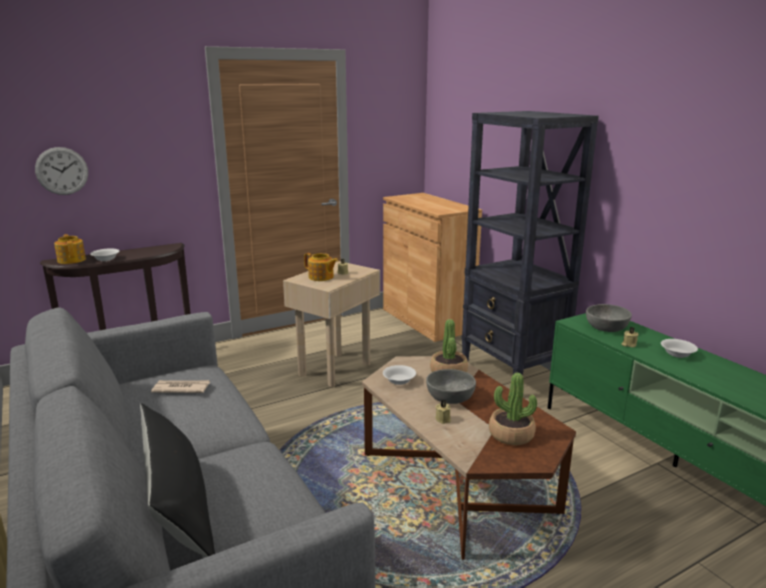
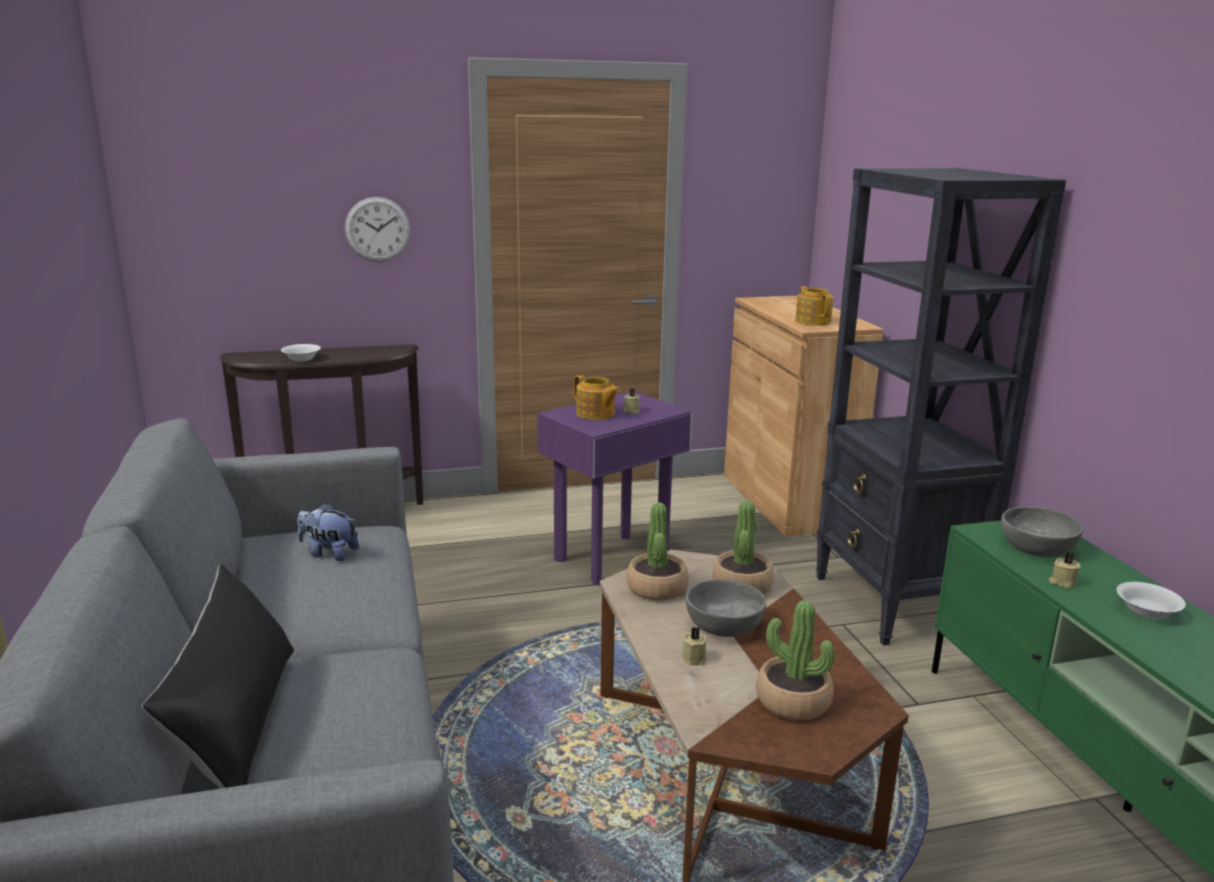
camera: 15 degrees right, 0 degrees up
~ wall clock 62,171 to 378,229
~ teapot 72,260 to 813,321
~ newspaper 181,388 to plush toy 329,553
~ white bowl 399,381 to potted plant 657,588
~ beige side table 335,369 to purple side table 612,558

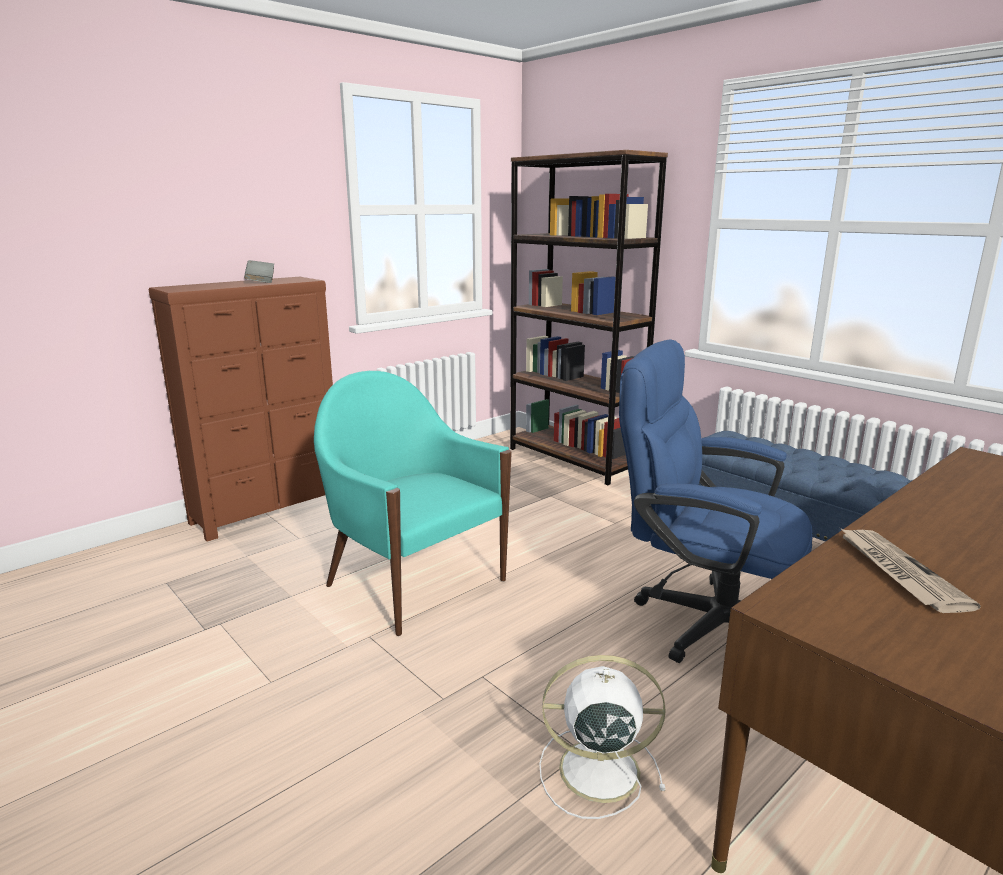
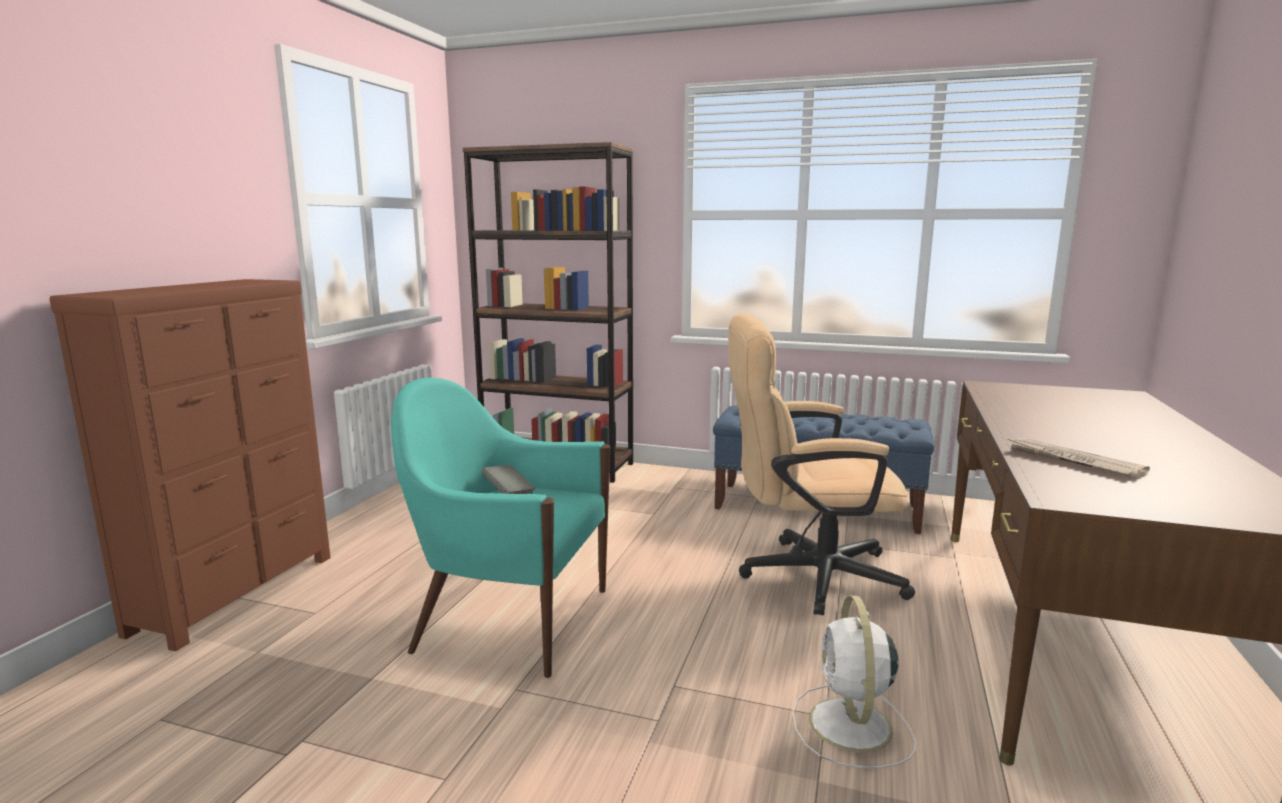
camera: 30 degrees left, 5 degrees down
~ grey book 261,281 to 509,493
~ blue office chair 703,620 to beige office chair 806,575
~ white fan 595,770 = 851,727 60 degrees counterclockwise

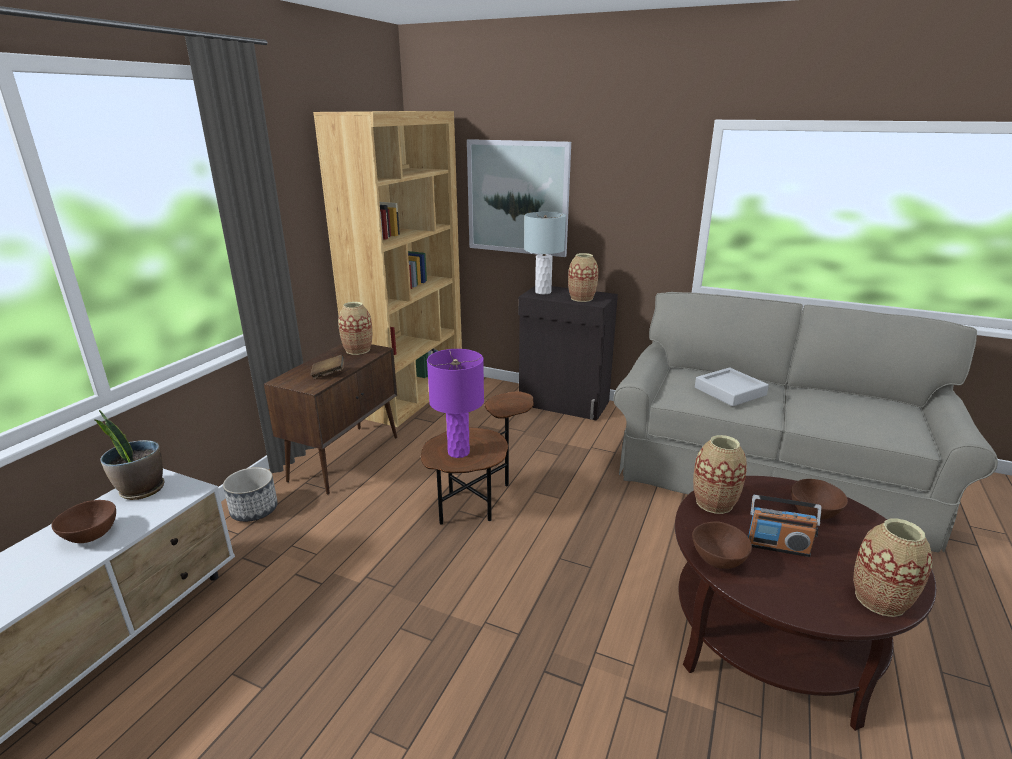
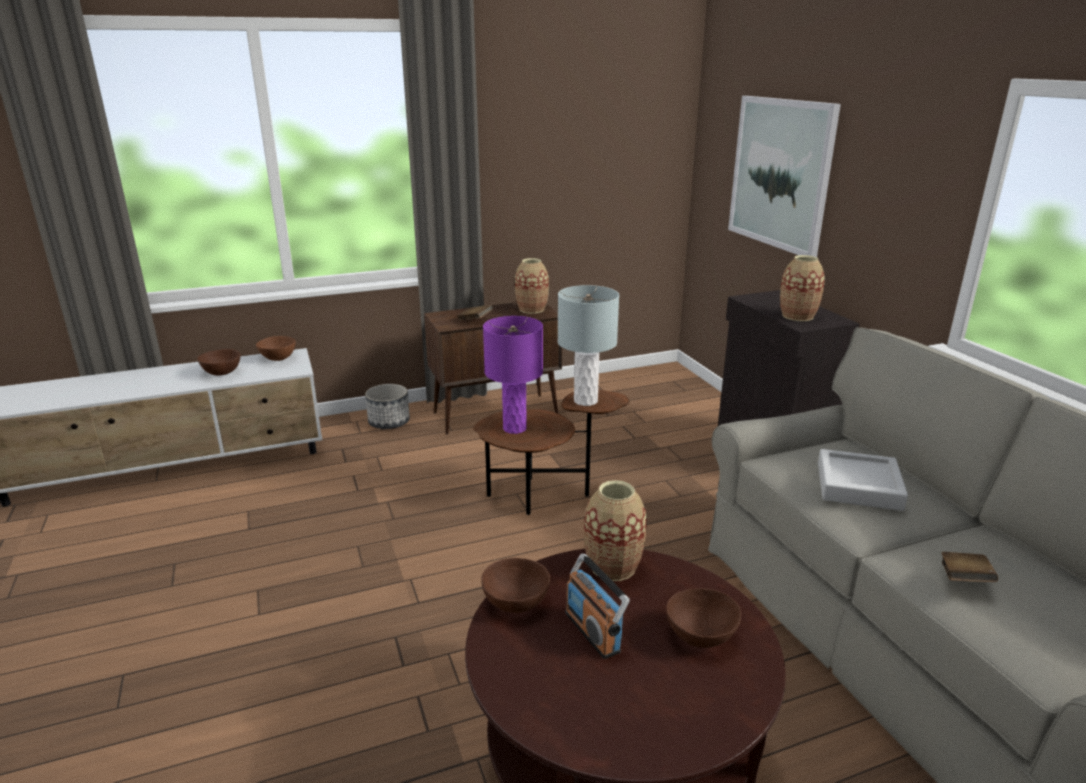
camera: 45 degrees right, 0 degrees up
- brown bookcase 411,394
- vase 879,599
+ brown book 963,580
~ grey table lamp 543,292 to 585,400
~ potted plant 141,490 to brown bowl 278,358

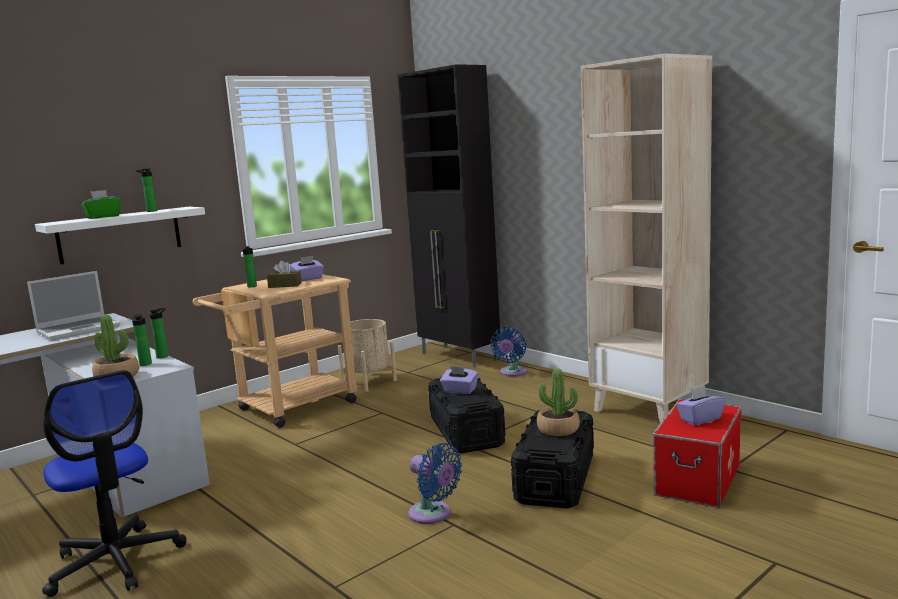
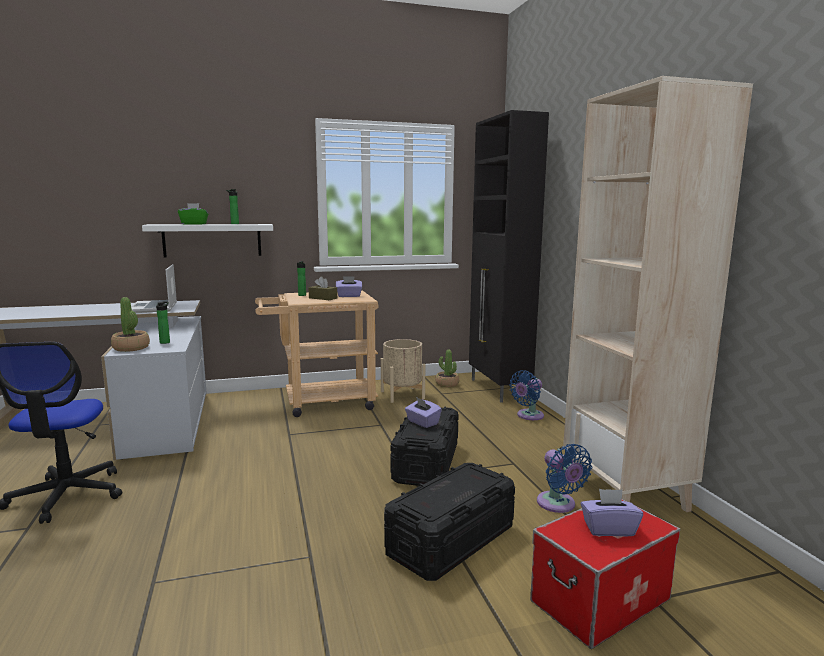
camera: 25 degrees right, 0 degrees up
- bottle 163,356
~ blue fan 433,515 to 558,505
~ potted plant 558,429 to 447,384
~ laptop 79,329 = 154,308 90 degrees clockwise

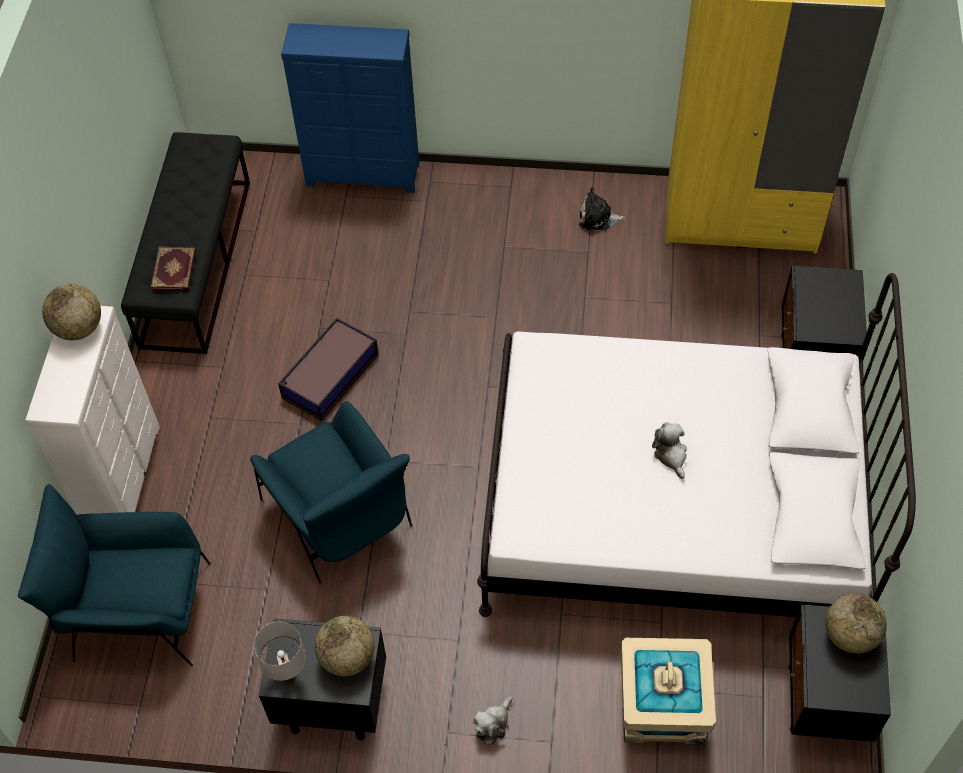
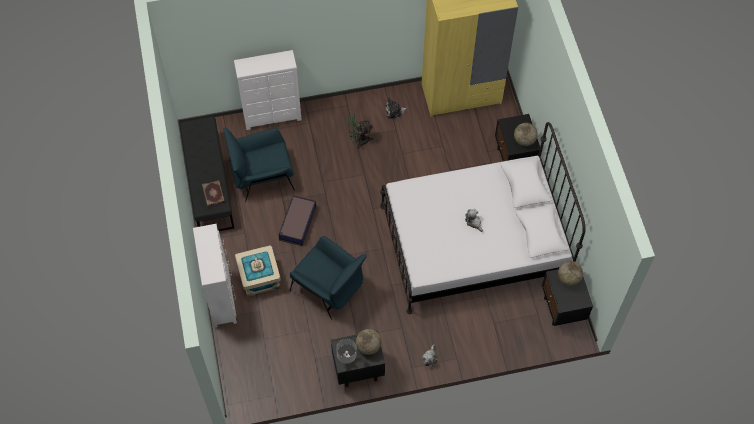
camera: 20 degrees left, 5 degrees up
+ green fan 359,140
~ blue armchair 137,611 to 262,177
~ globe 79,328 to 524,140
~ beige storage box 663,705 to 260,278
~ blue dresser 363,175 to white dresser 272,117

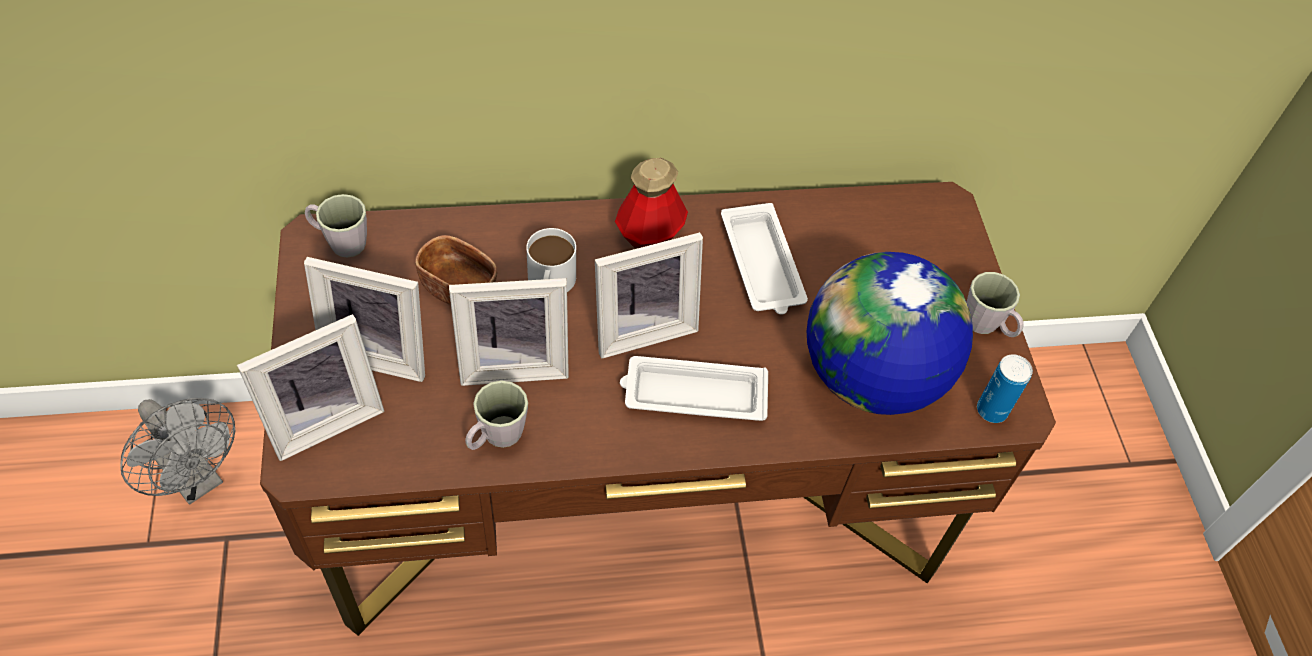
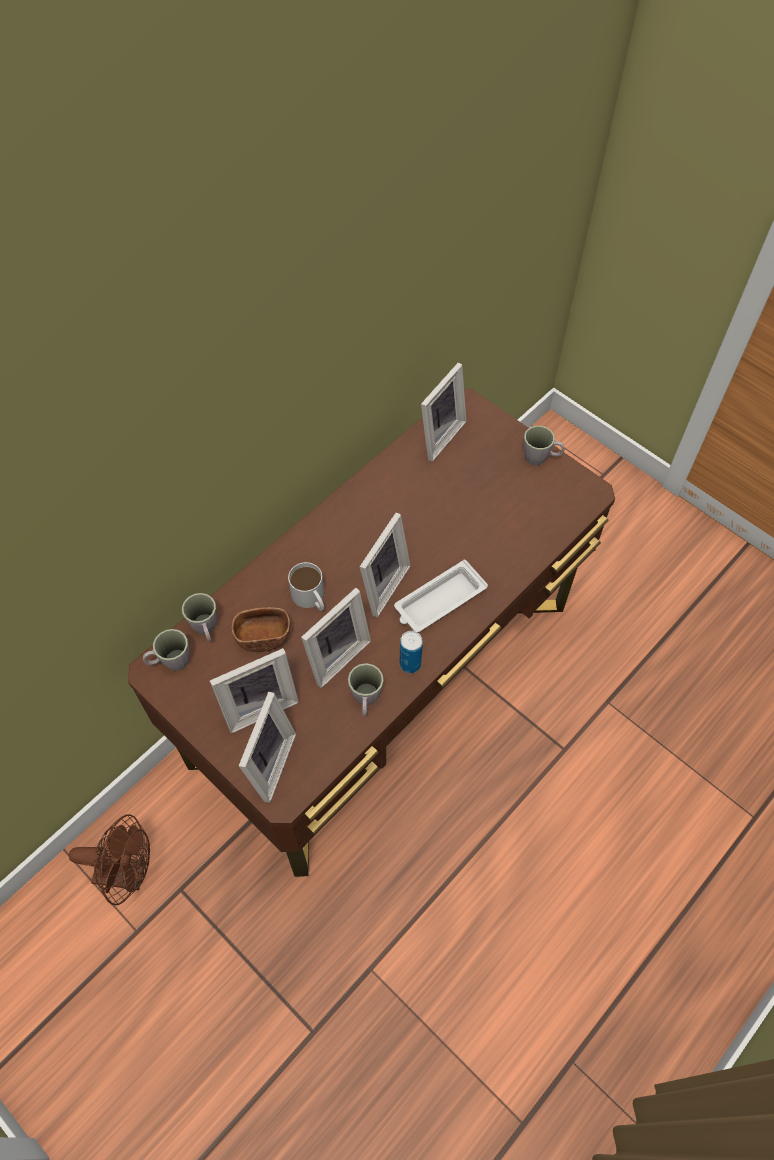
camera: 35 degrees left, 5 degrees up
- bottle 649,235
- white tray 762,265
- globe 870,377
+ grey mug 206,629
+ picture frame 437,435
~ can 991,410 to 410,664
~ grey fan 197,480 to brown fan 128,873

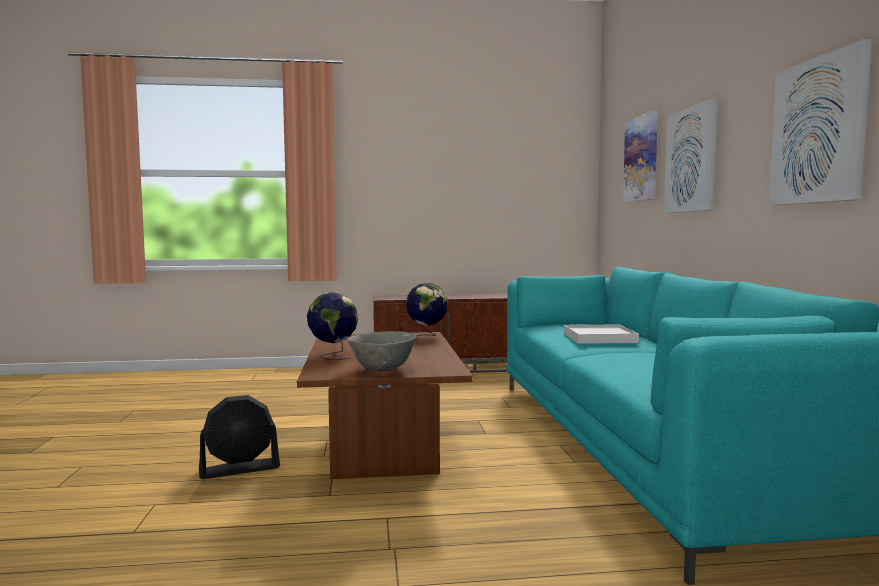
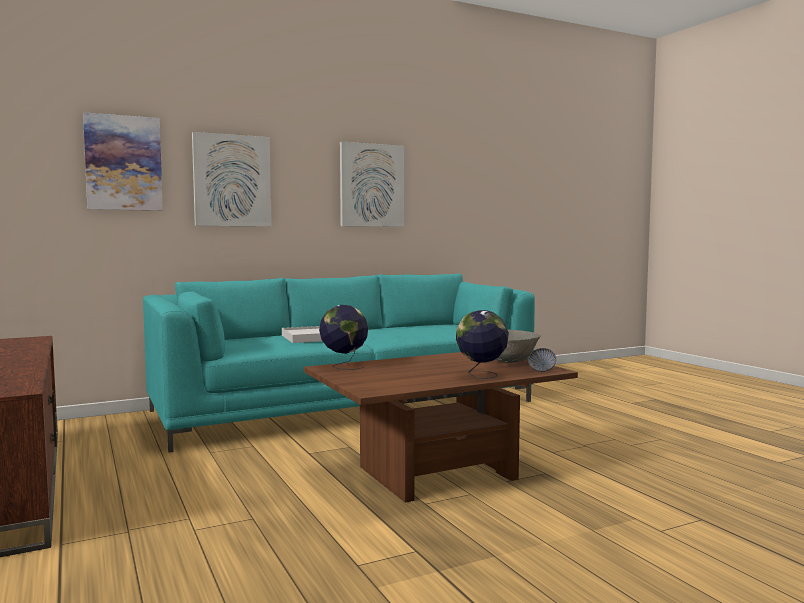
camera: 110 degrees left, 0 degrees up
- black fan 240,469
+ bowl 542,370

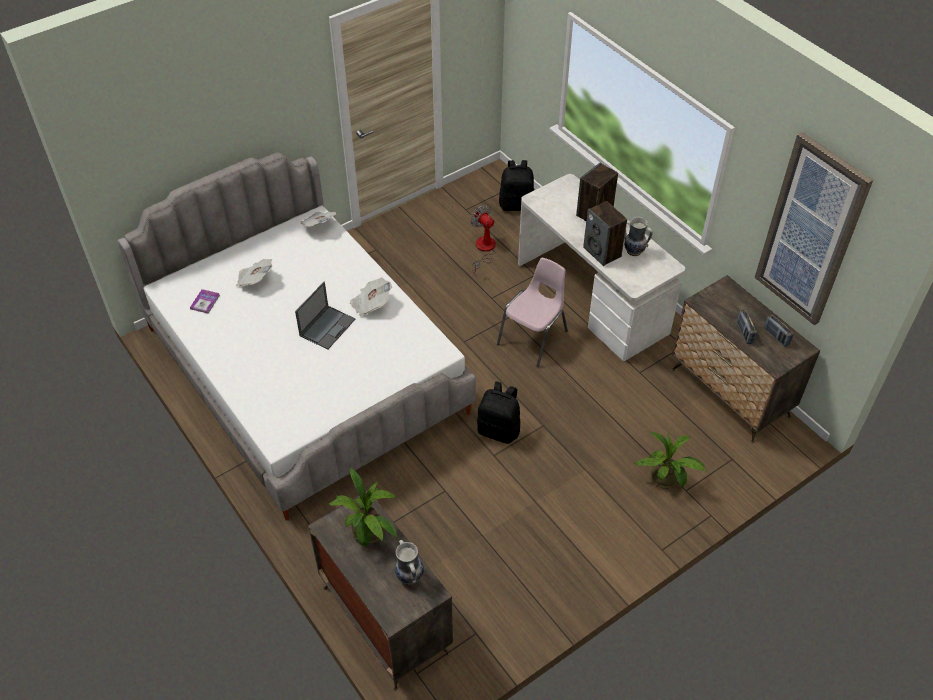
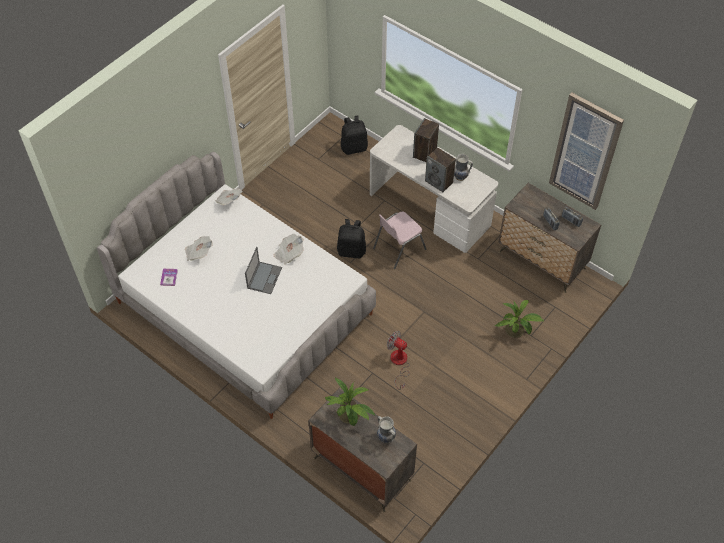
camera: 15 degrees left, 5 degrees up
~ fan 484,250 to 399,363
~ black backpack 499,430 to 351,250
~ pink chair 534,337 = 398,248 150 degrees counterclockwise

